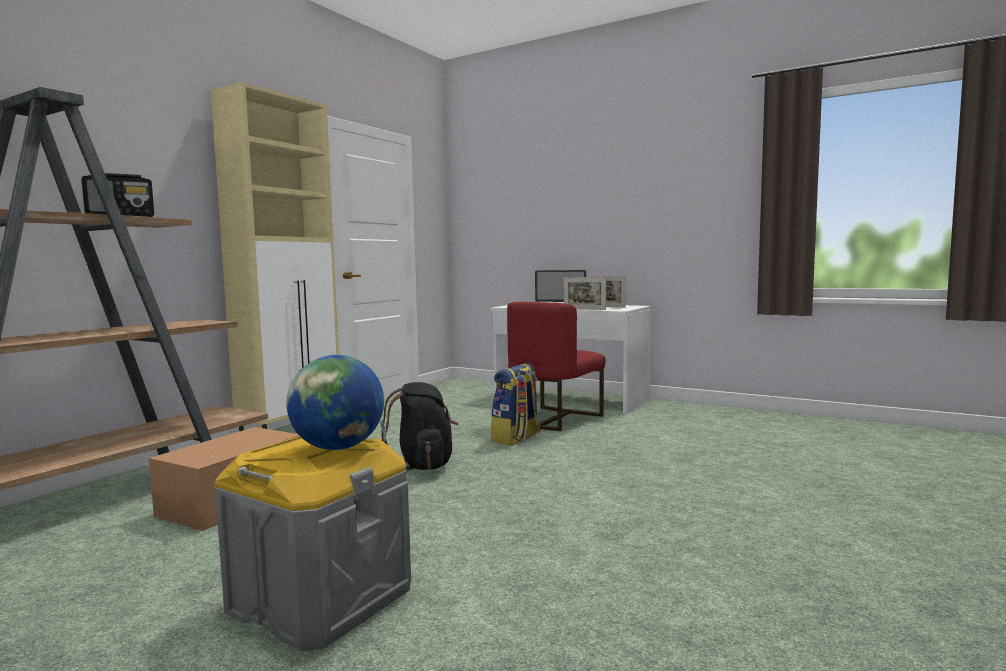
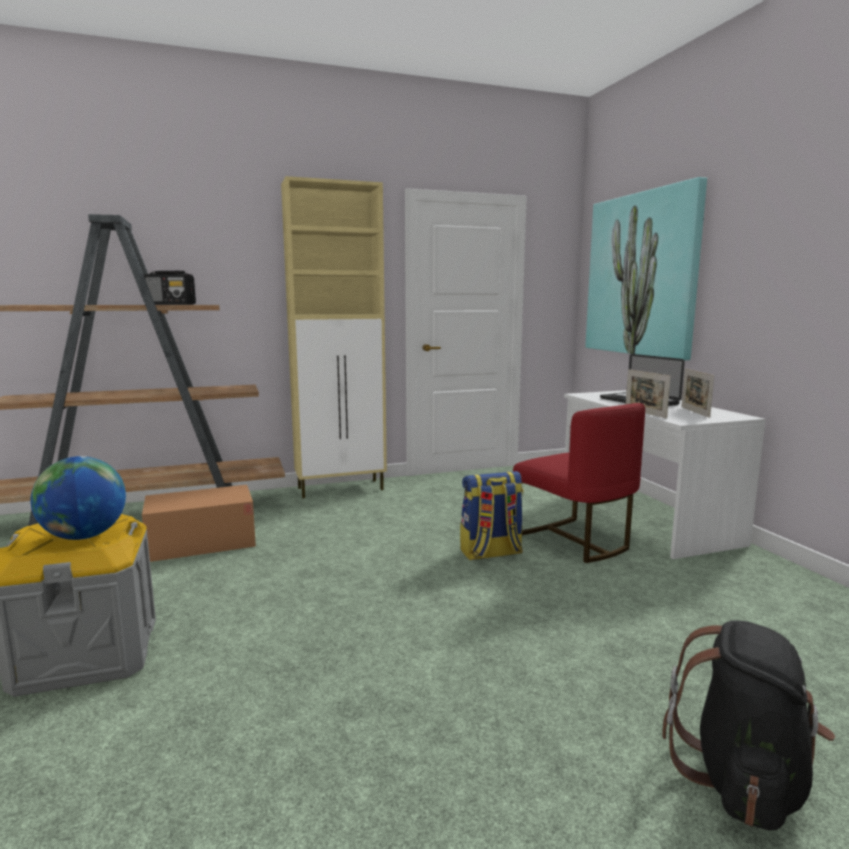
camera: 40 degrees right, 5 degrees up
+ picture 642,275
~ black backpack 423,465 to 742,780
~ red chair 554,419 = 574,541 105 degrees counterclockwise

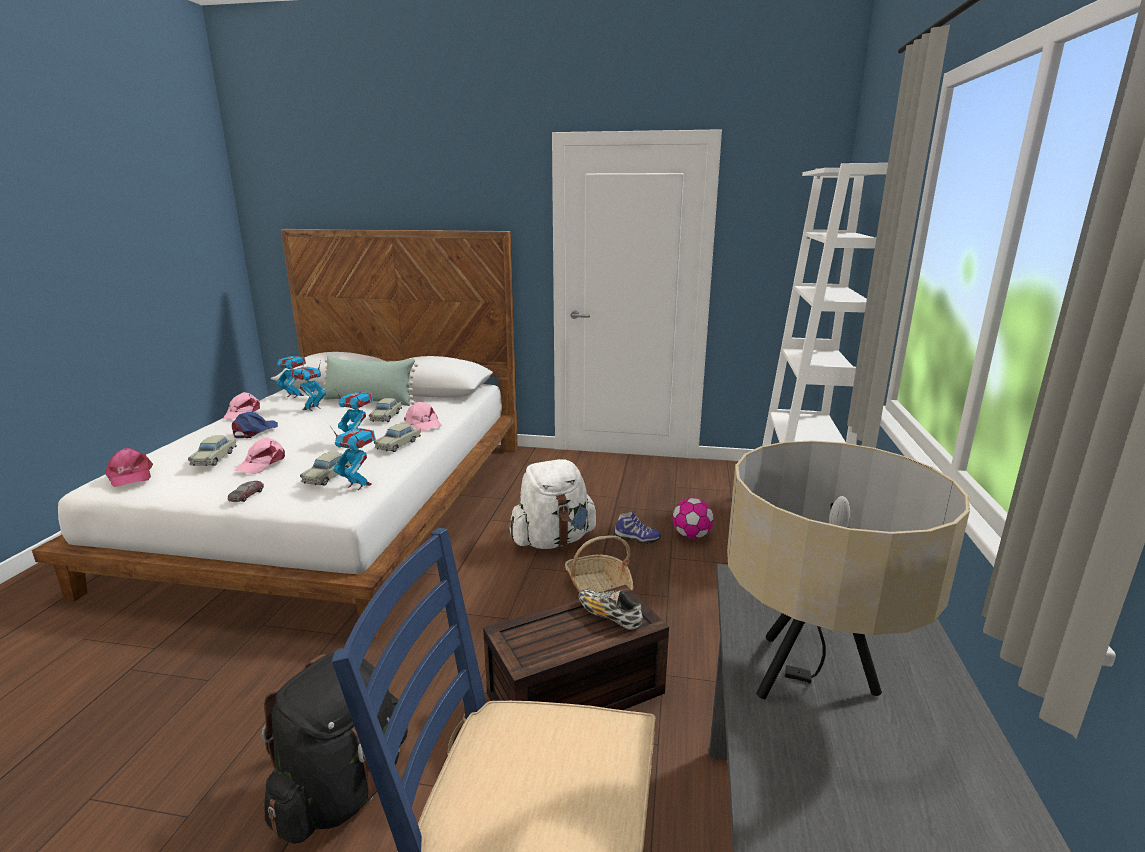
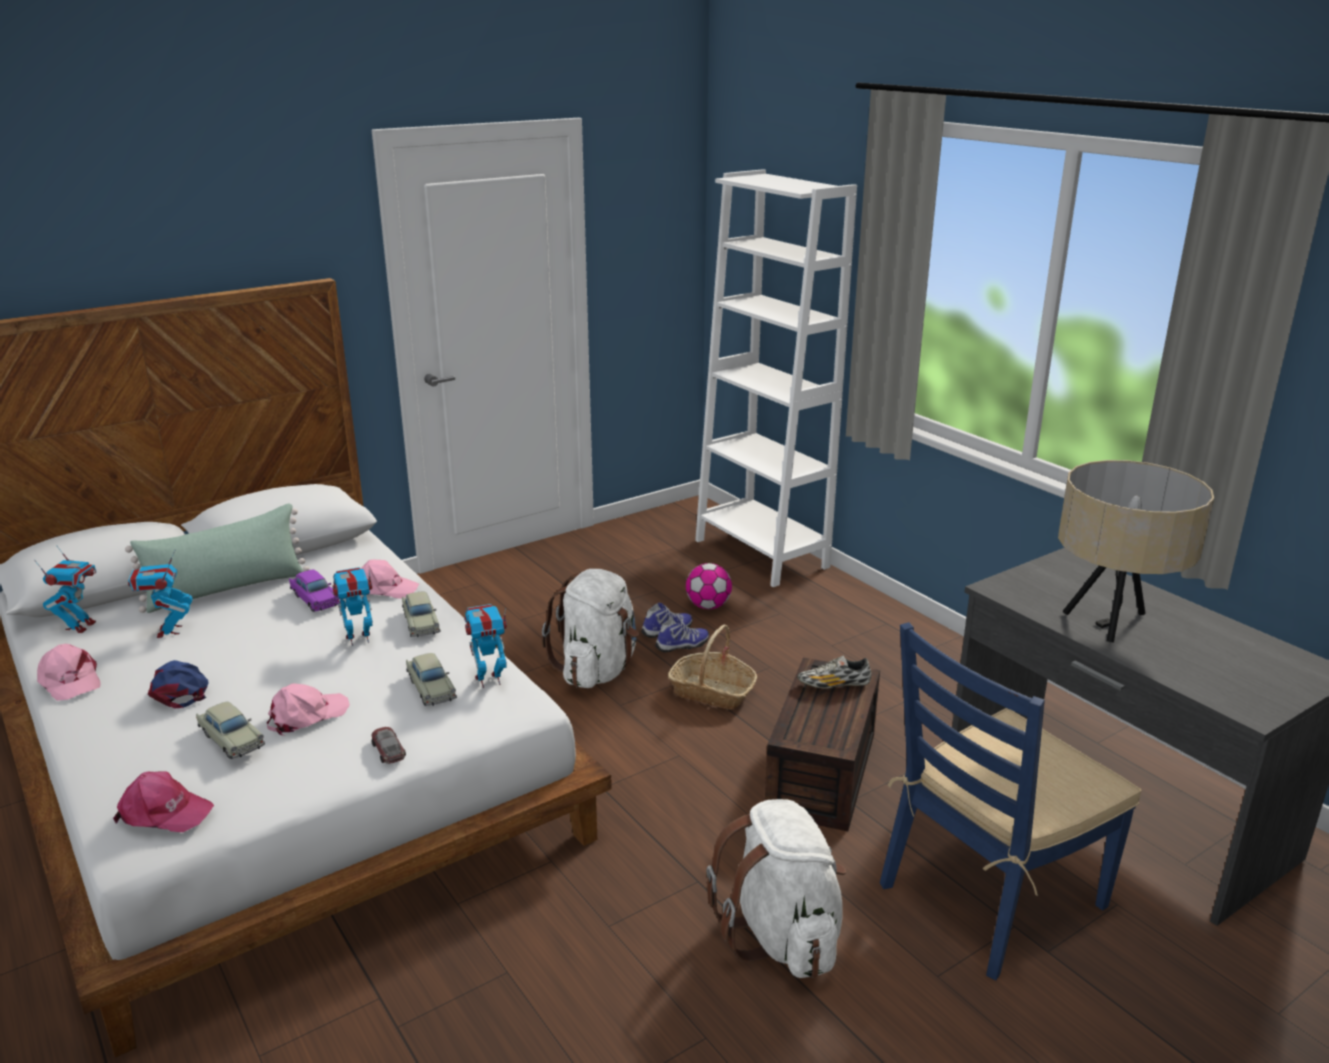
camera: 45 degrees left, 5 degrees up
+ shoe 682,646
~ black backpack 343,790 to white backpack 781,935
~ beige toy car 386,416 to purple toy car 315,599
~ pink cap 262,463 = 306,716 105 degrees counterclockwise
~ toy robot 295,395 = 80,626 120 degrees clockwise

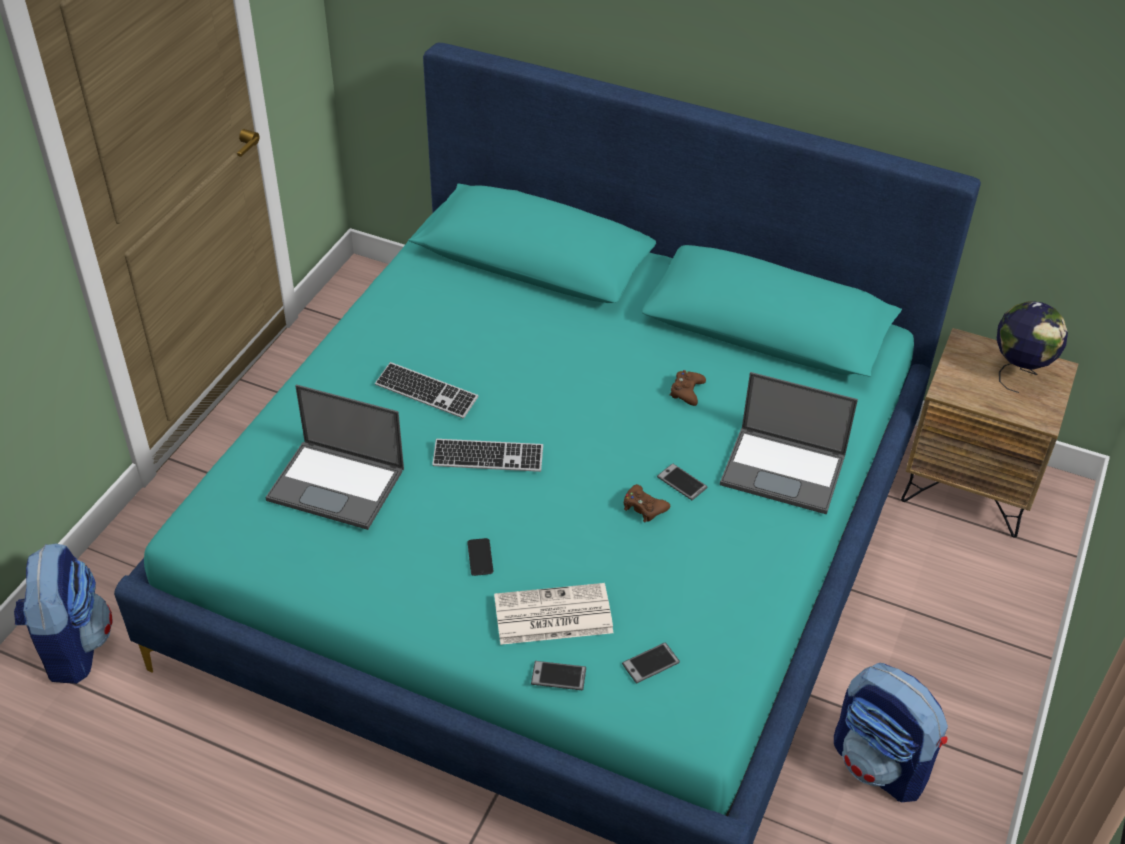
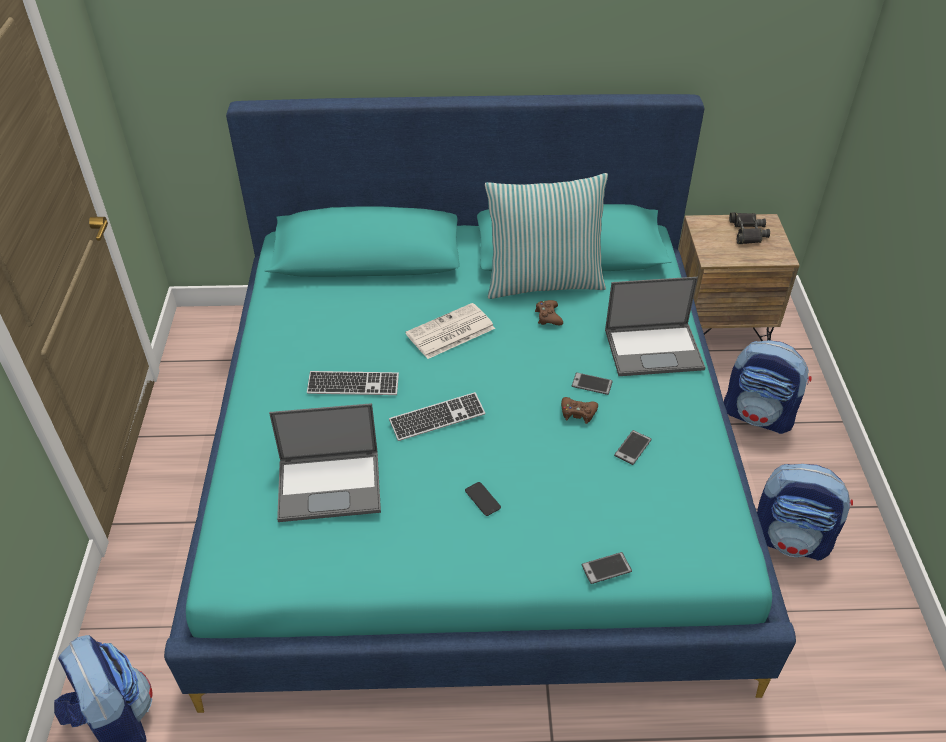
camera: 25 degrees left, 0 degrees up
+ pillow 543,281
+ backpack 758,415
~ newspaper 551,616 to 449,332
~ phone 650,663 to 632,448
~ globe 1019,373 to black binoculars 747,232

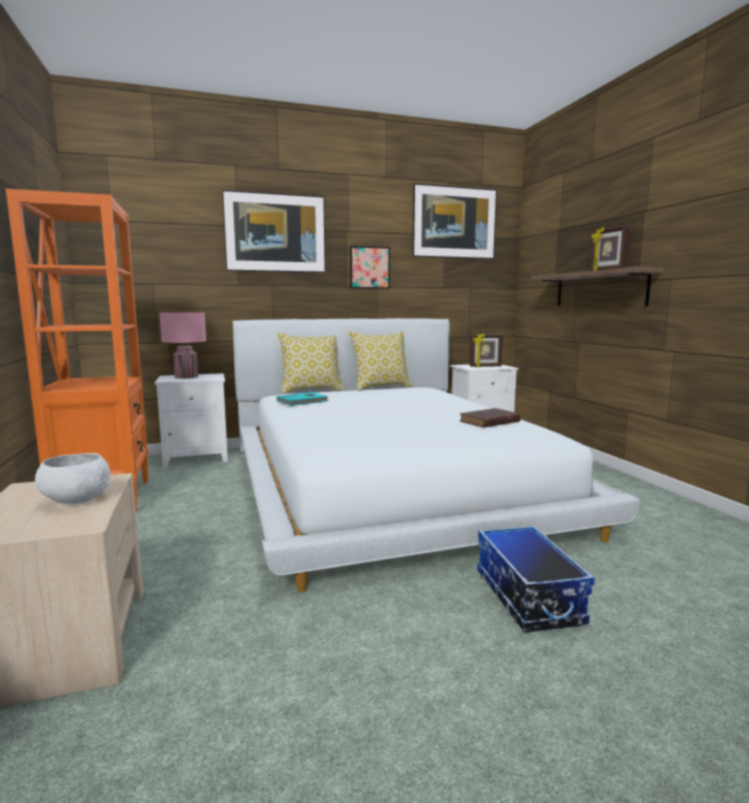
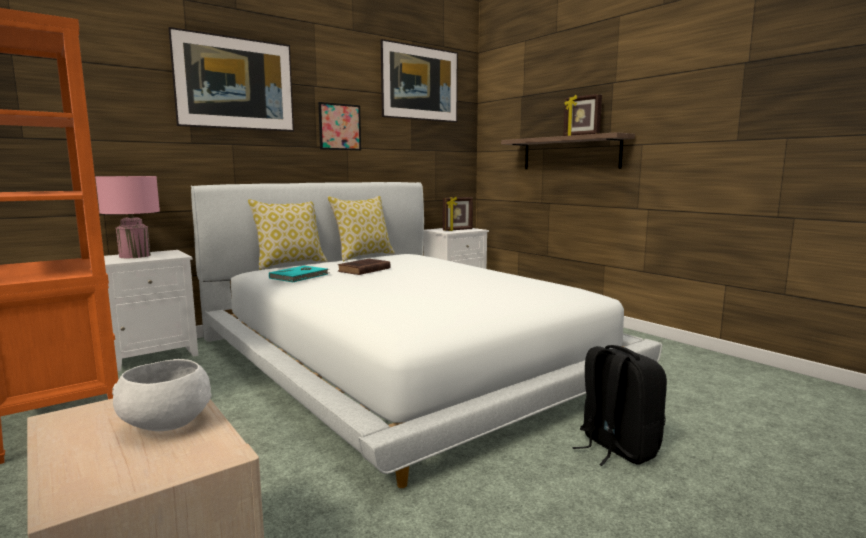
camera: 20 degrees left, 0 degrees up
~ brown book 488,422 to 363,270
~ storage box 526,596 to black backpack 616,448

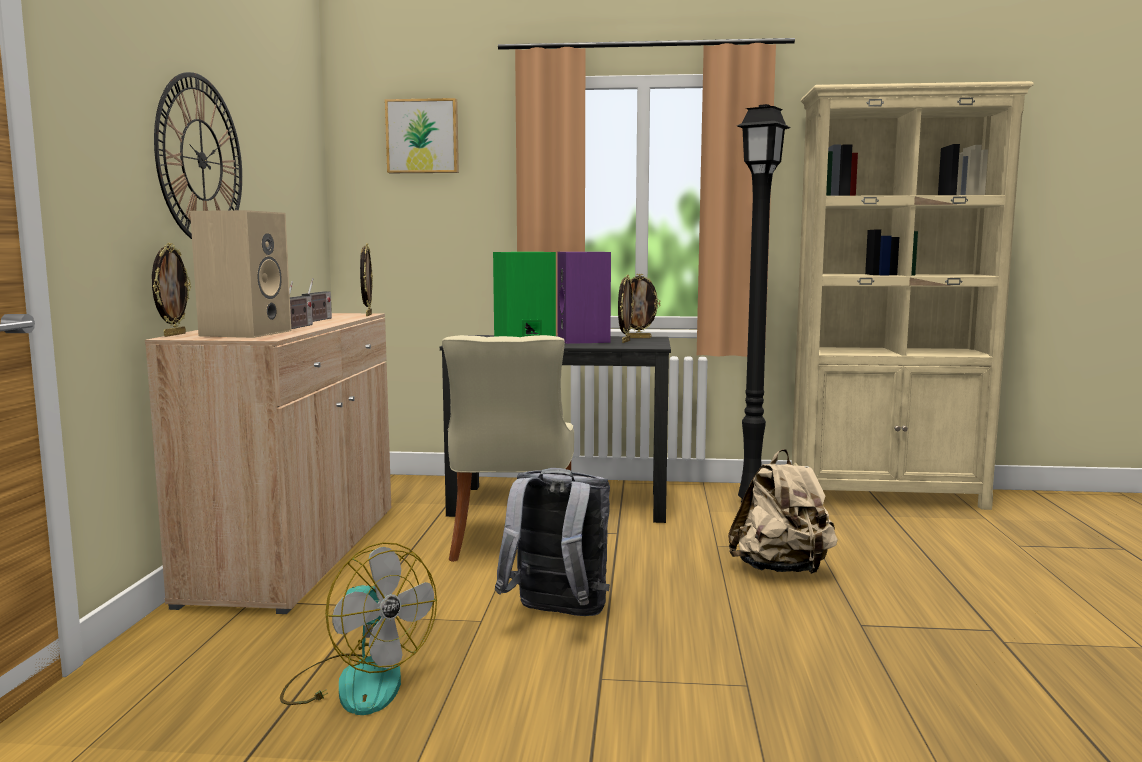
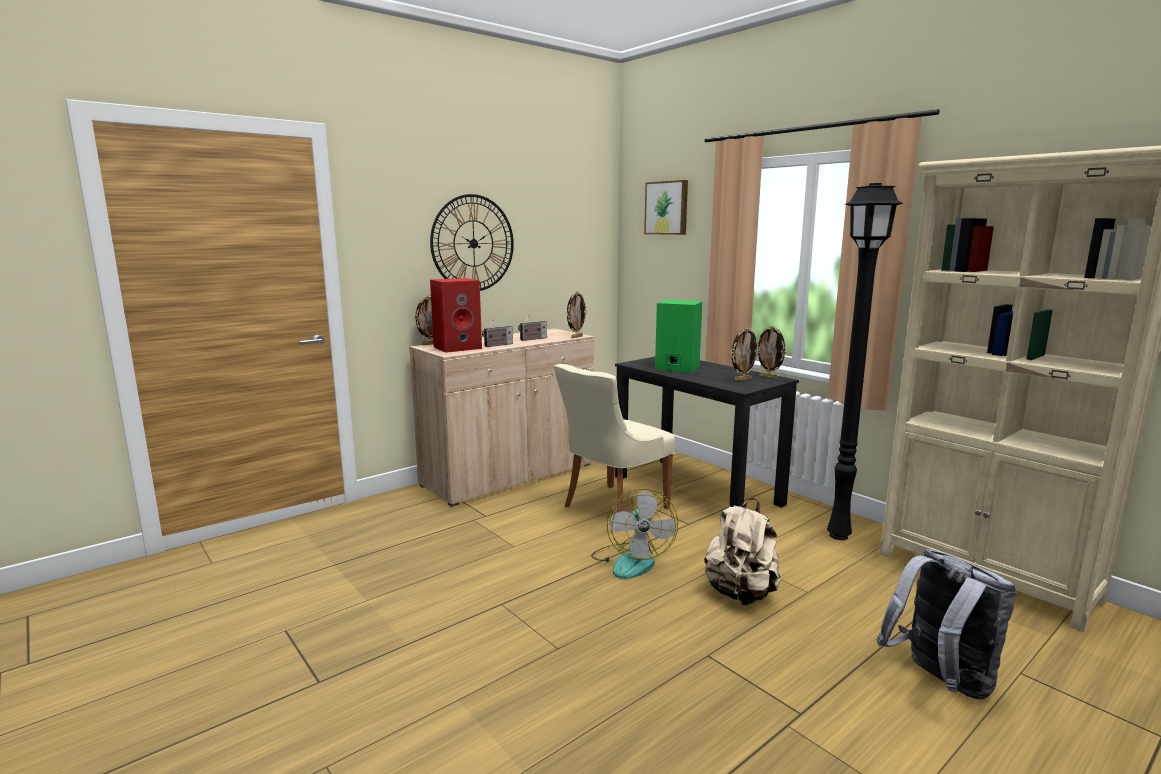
camera: 45 degrees right, 5 degrees up
- purple speaker 585,340
~ fan 357,682 to 631,560
~ grey backpack 557,616 to 939,682
~ beige speaker 246,333 to red speaker 458,347

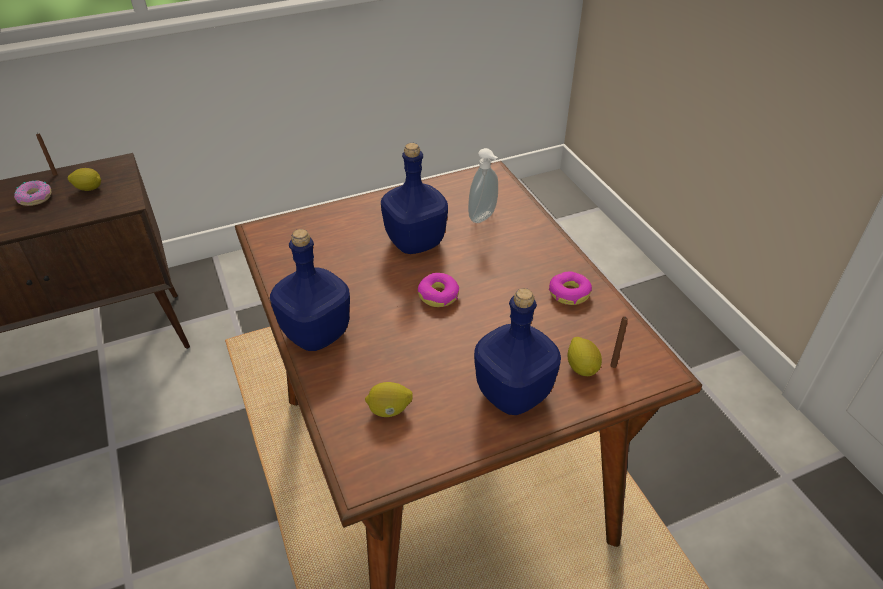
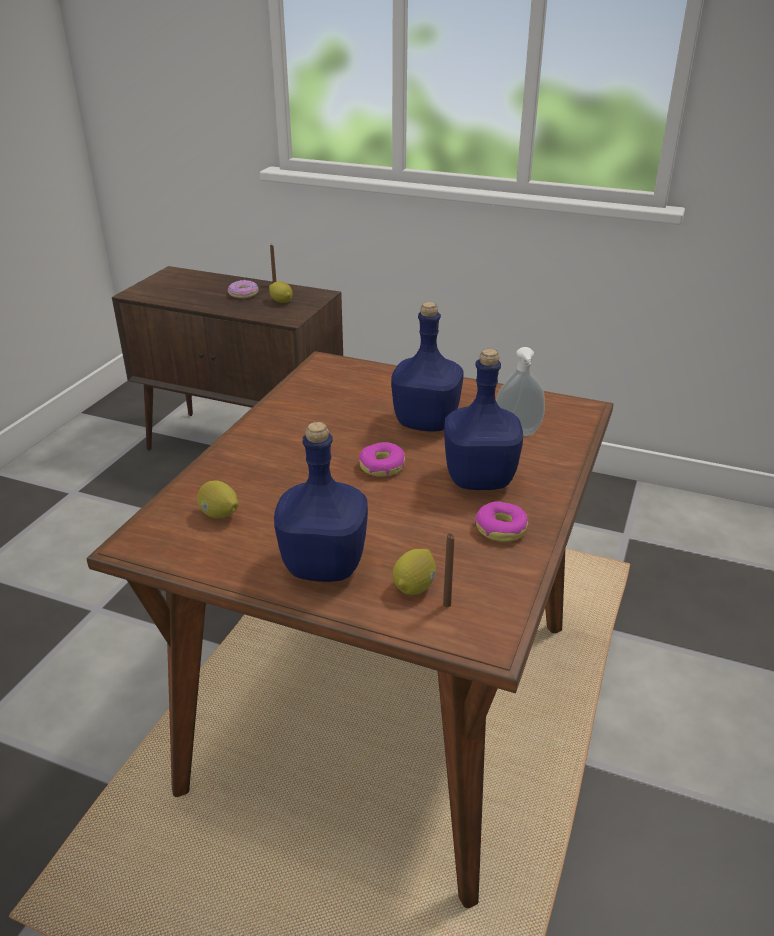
camera: 45 degrees right, 10 degrees down
~ blue bottle 317,334 to 480,480

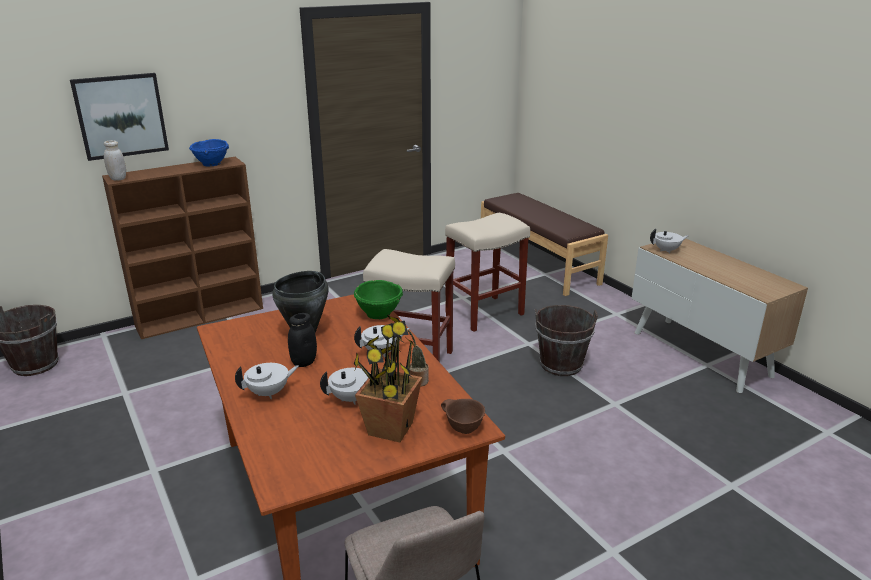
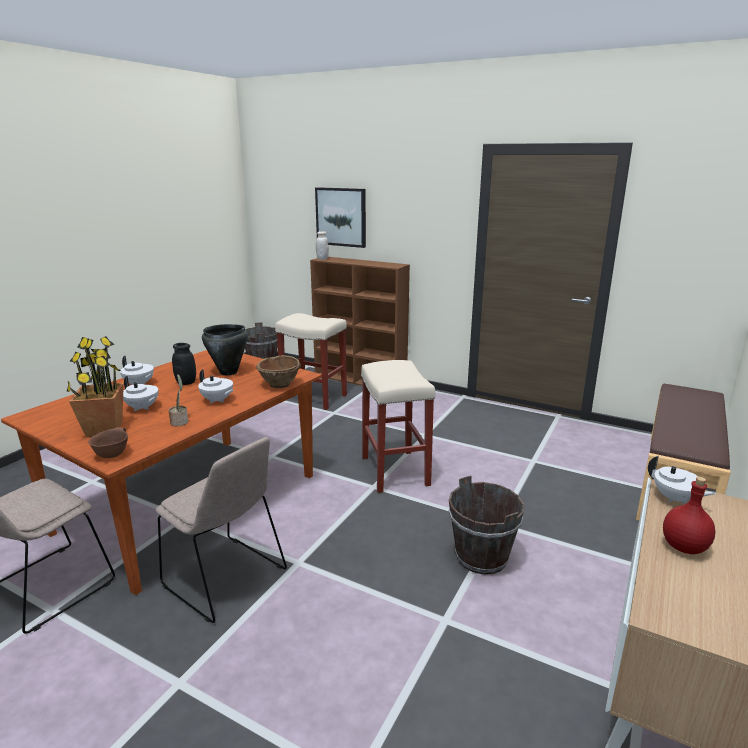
camera: 60 degrees right, 5 degrees down
- blue bowl 211,164
+ beige chair 227,579
+ red bottle 685,547
~ beige stool 485,313 to 315,397
~ green bowl 379,314 to brown bowl 279,385

